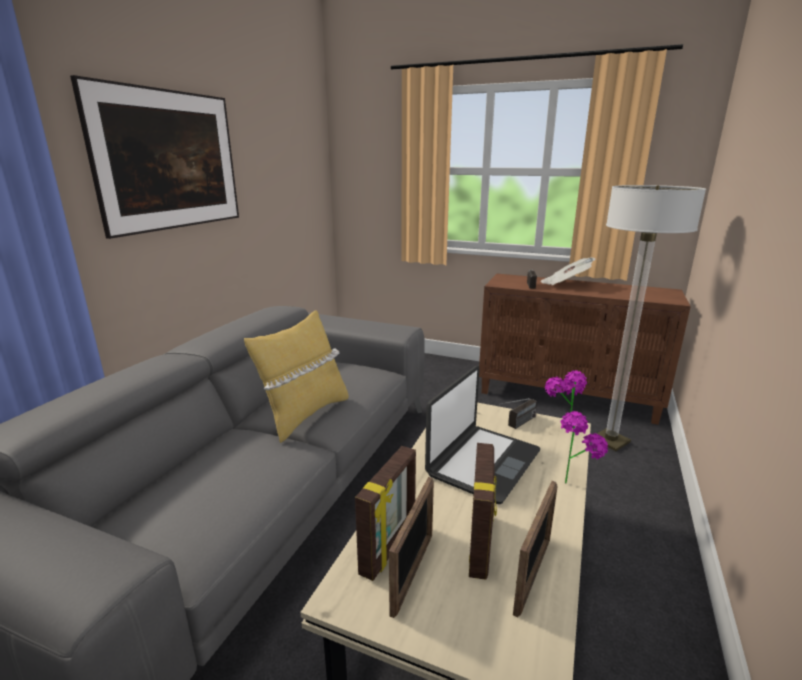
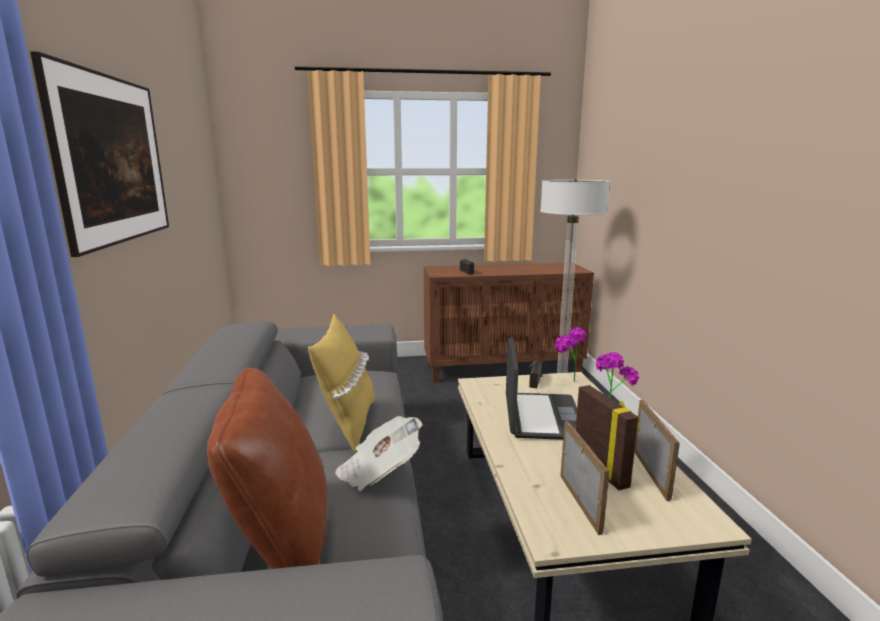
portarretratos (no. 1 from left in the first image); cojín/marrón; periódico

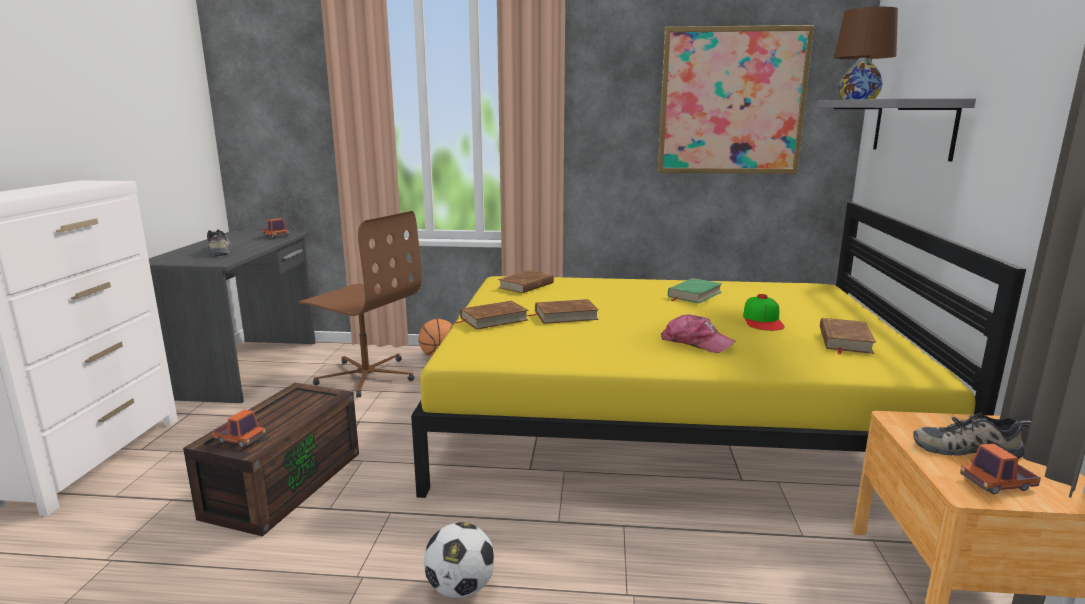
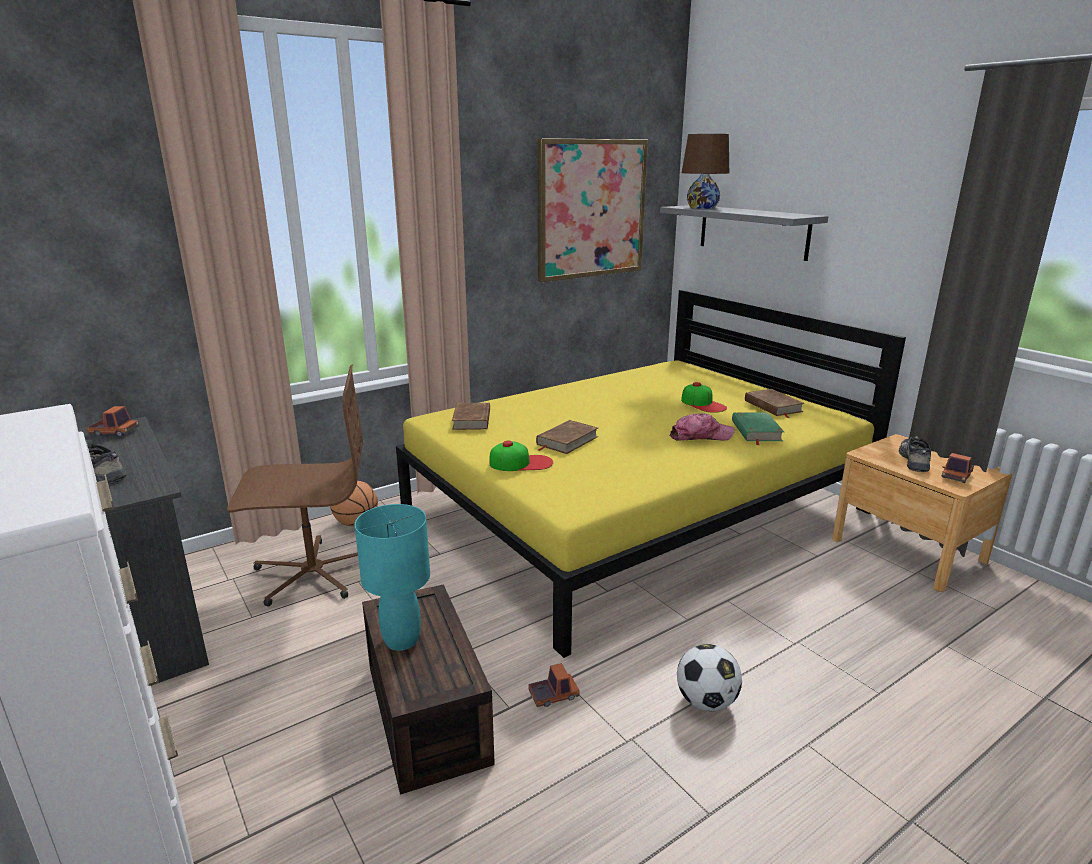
lámpara de mesa/turquesa; camión de juguete (no. 2 from left); libro/verde; gorra (no. 1 from left); zapato (no. 2 from left)

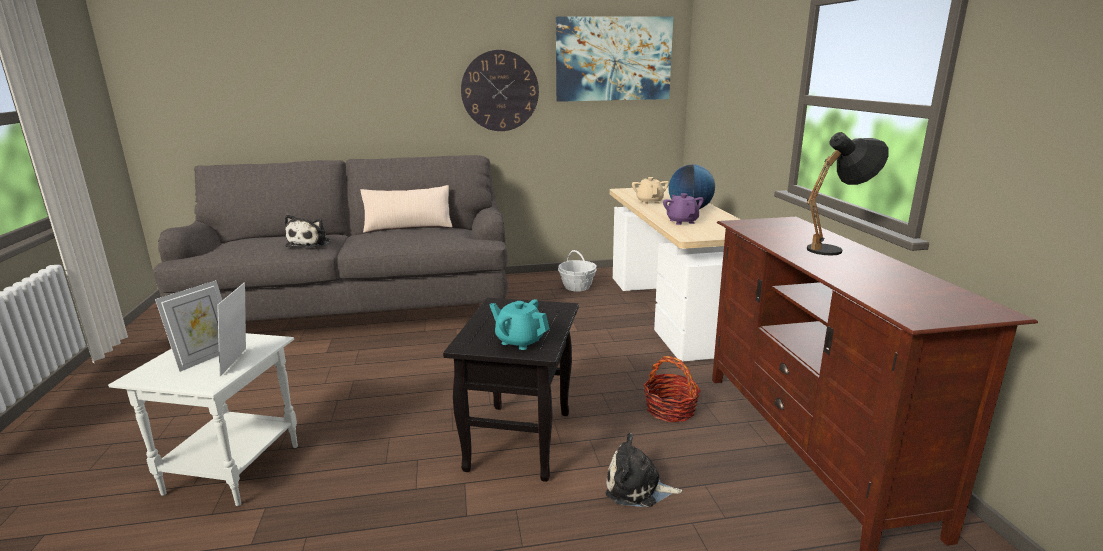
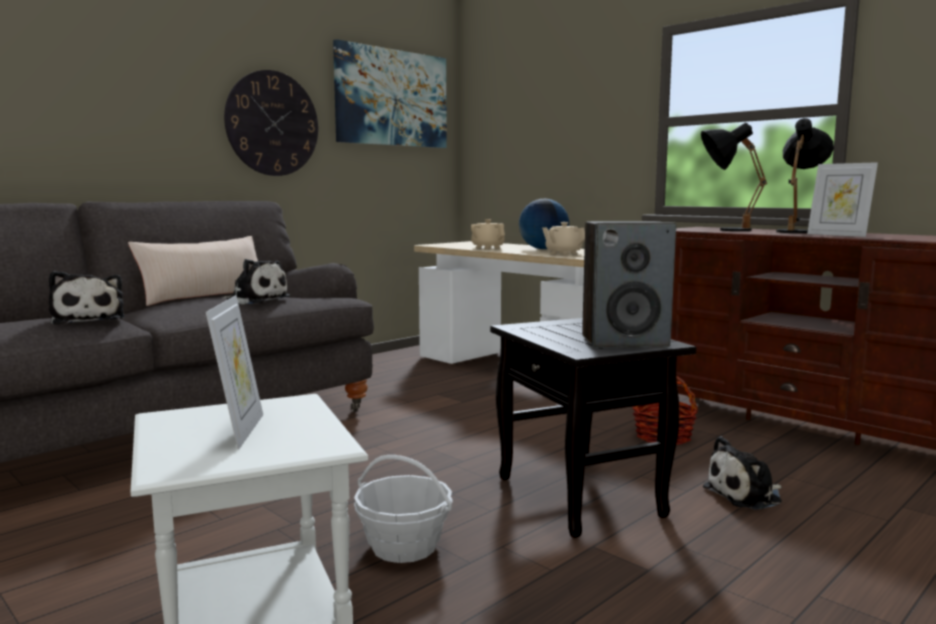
peluche (no. 2 from left); lámpara de mesa/negro (no. 1 from left); portarretratos (no. 2 from left); cesta (no. 1 from left); altavoz; tetera/beis (no. 2 from left)

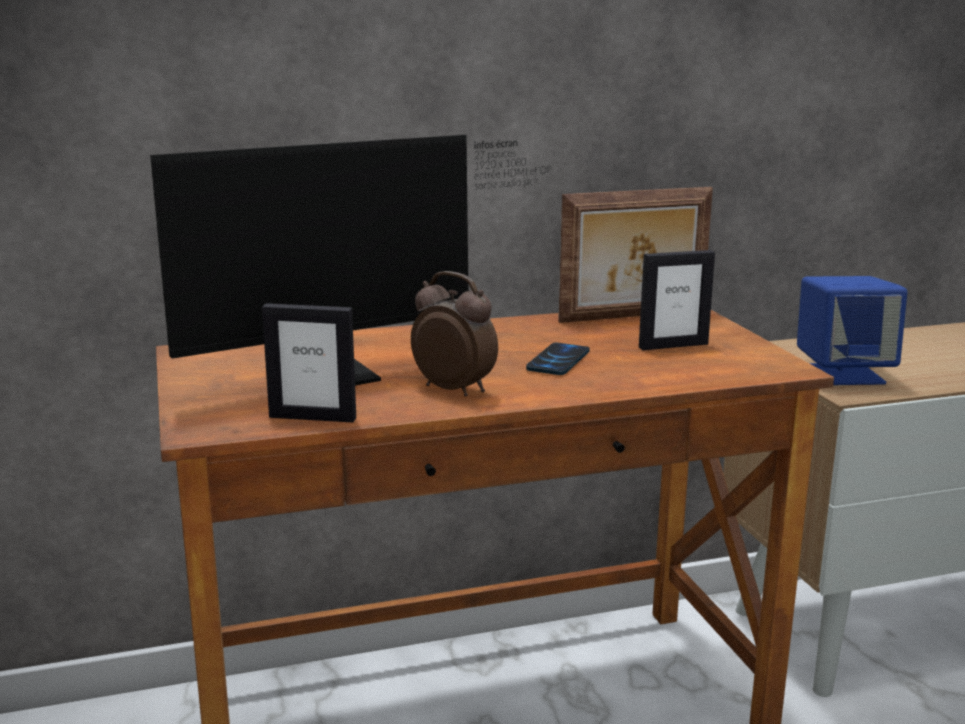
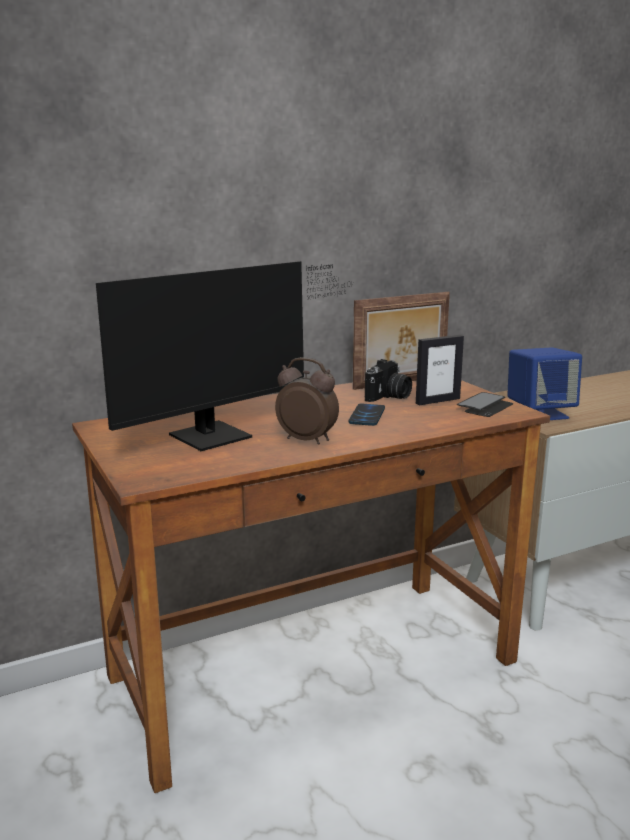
portarretratos (no. 1 from left in the first image); cámara; móvil (no. 2 from left)

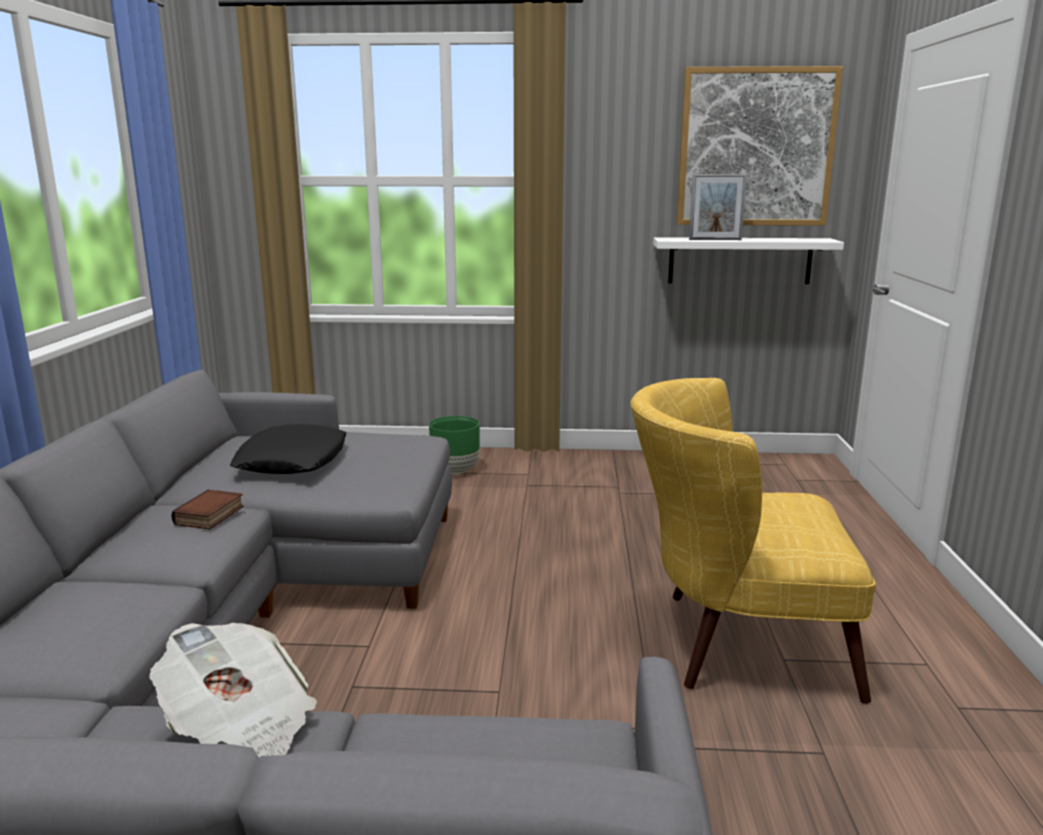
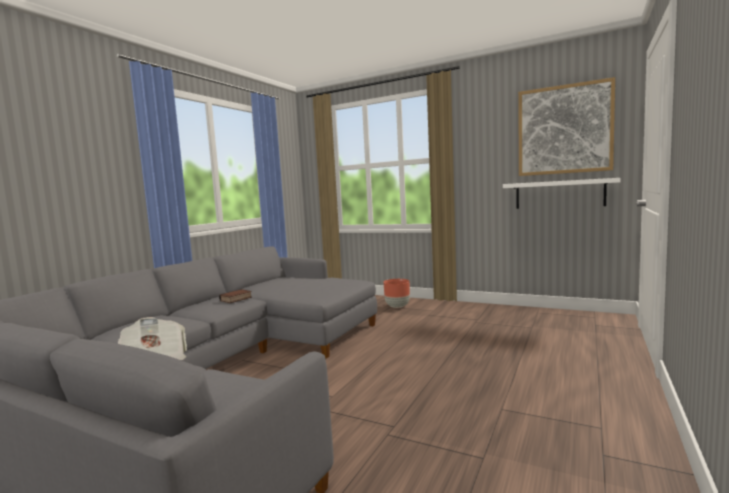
cojín/negro; sillón/amarillo; portarretratos; maceta/marrón

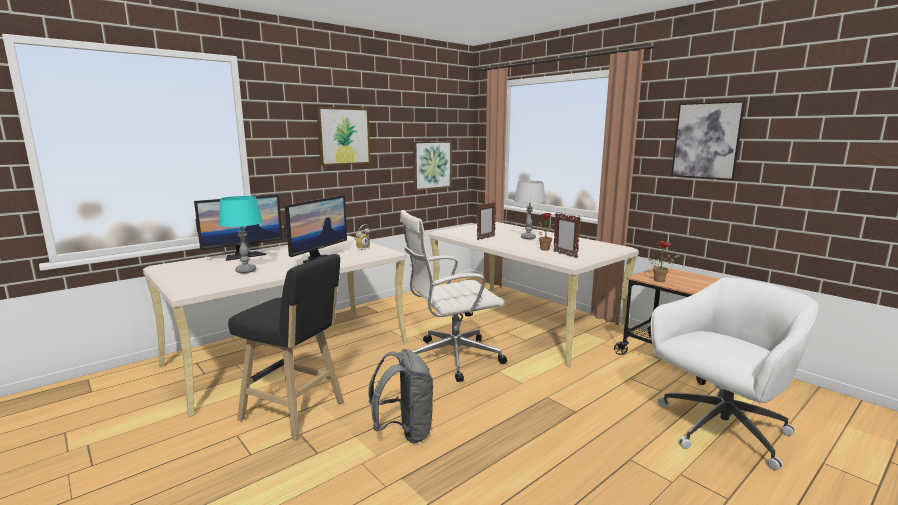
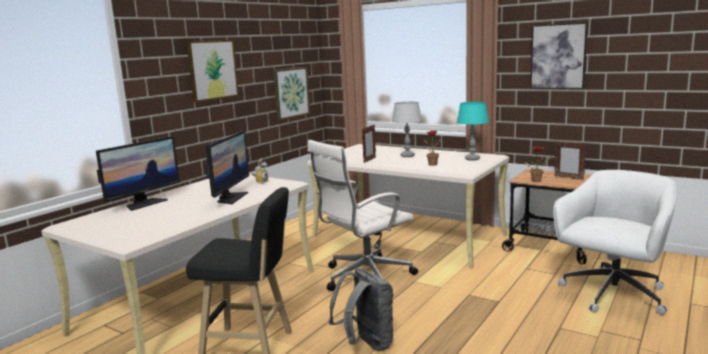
lámpara de mesa/turquesa; portarretratos (no. 2 from left)

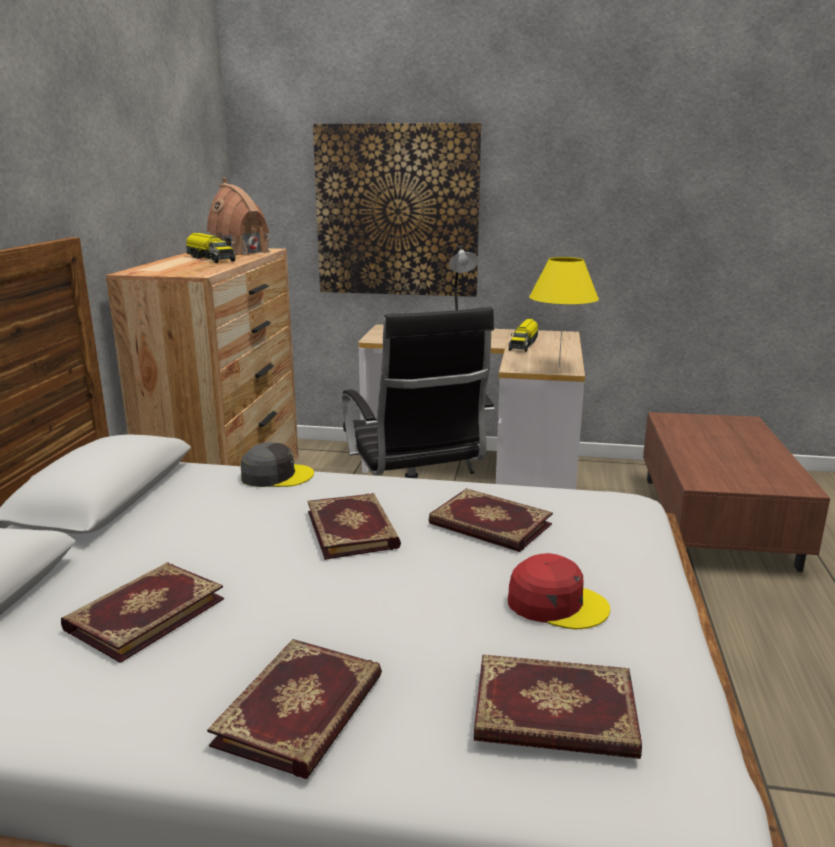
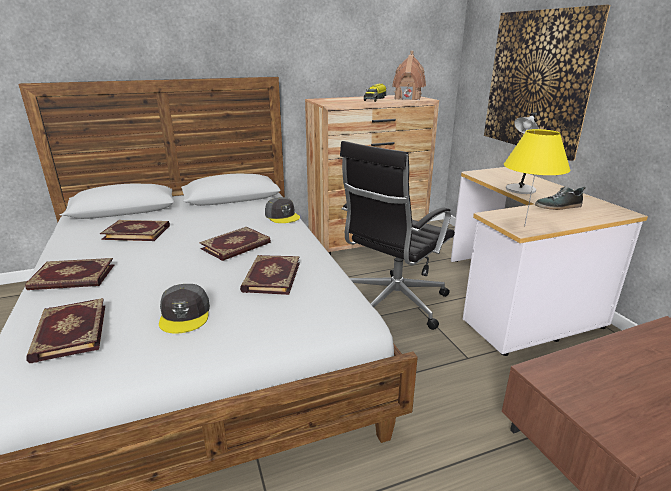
zapato; gorra/gris (no. 1 from left)

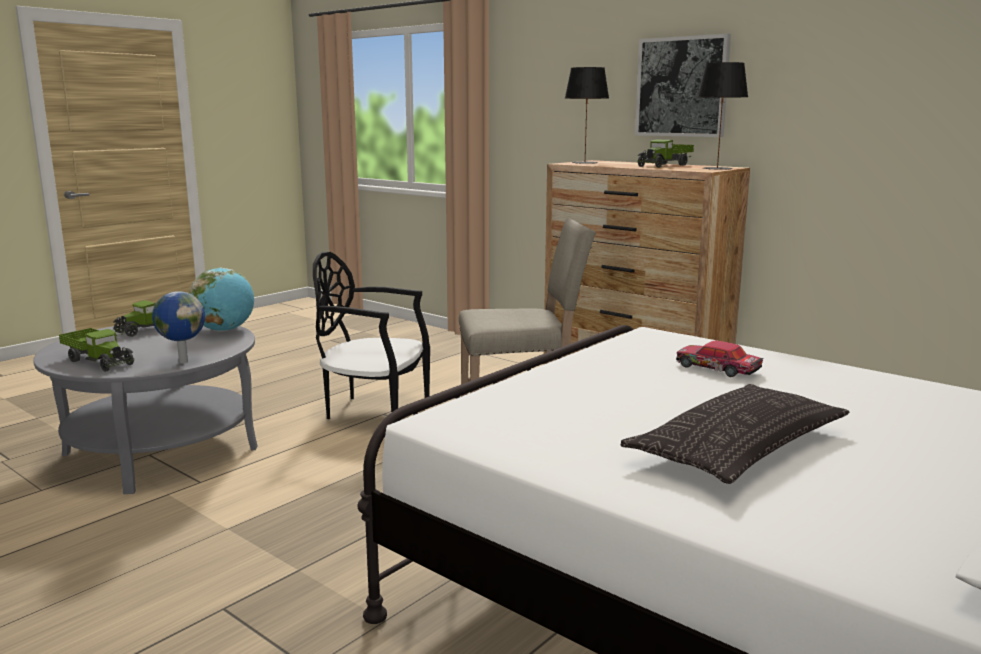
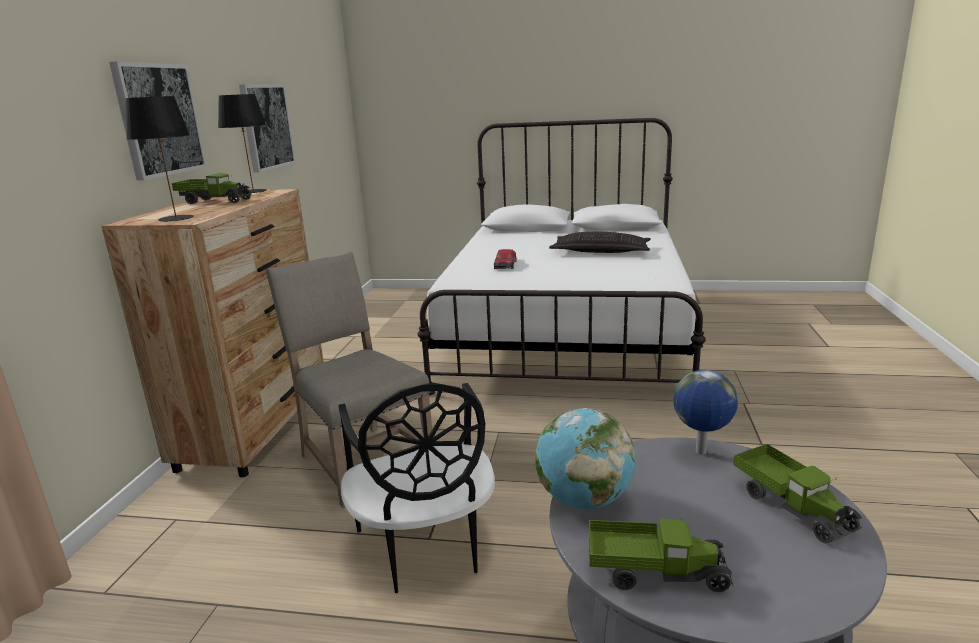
cuadro (no. 2 from left); camión de juguete (no. 3 from left)

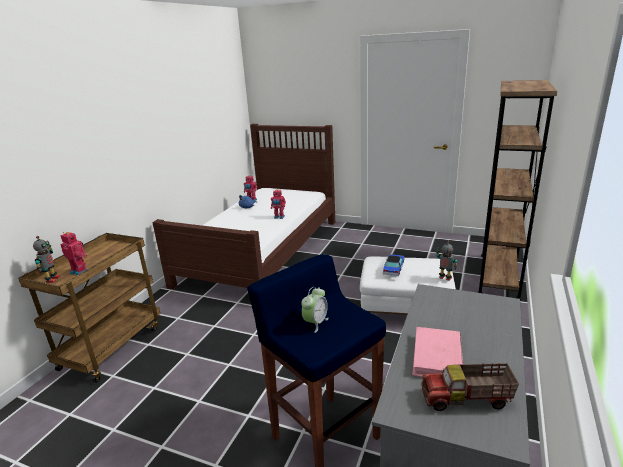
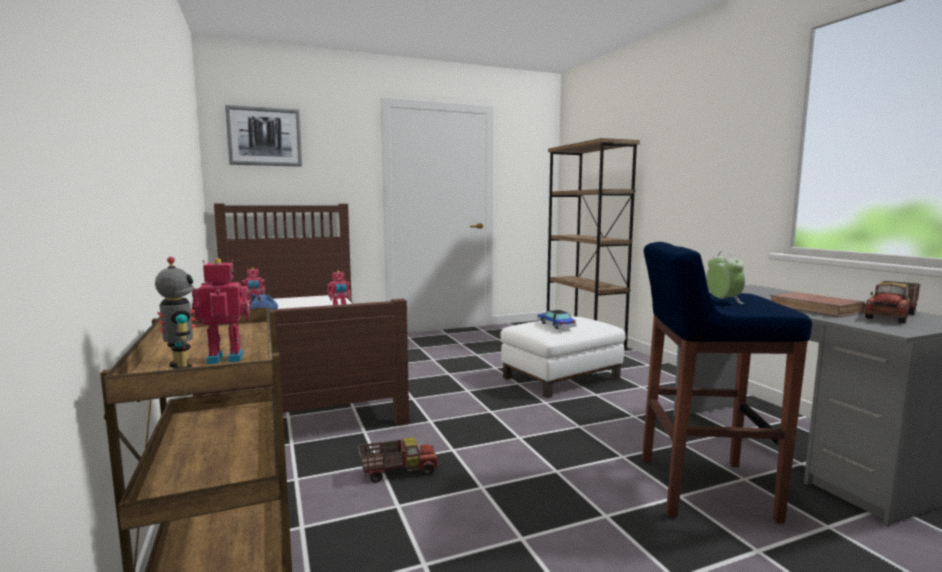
robot de juguete (no. 5 from left in the first image); cuadro; camión de juguete (no. 1 from left); libro/marrón

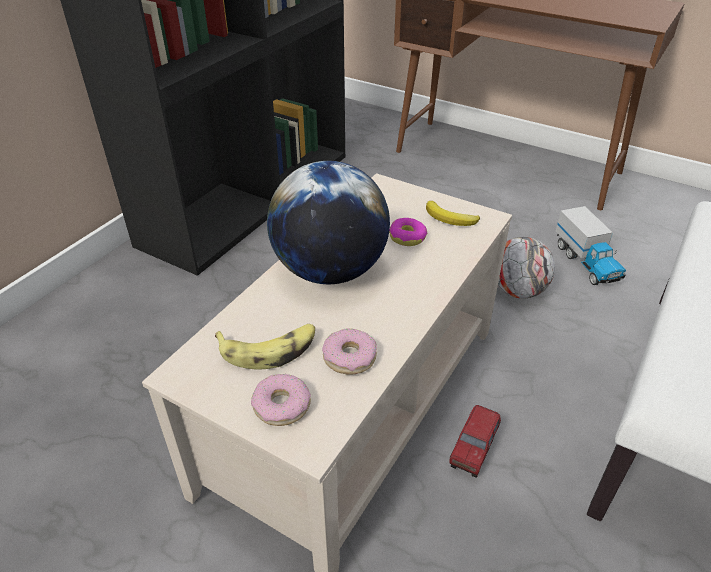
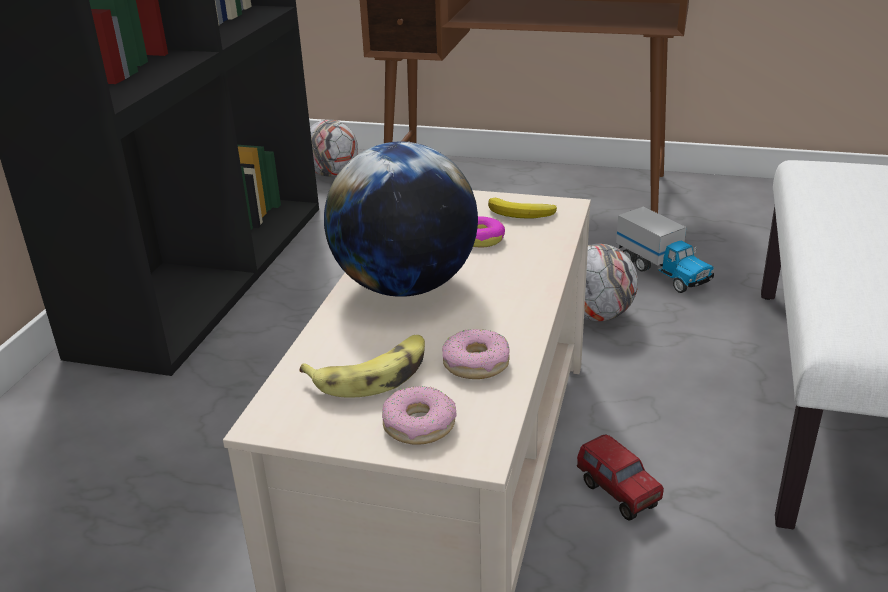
balón de fútbol (no. 1 from left); camión de juguete (no. 1 from left)

